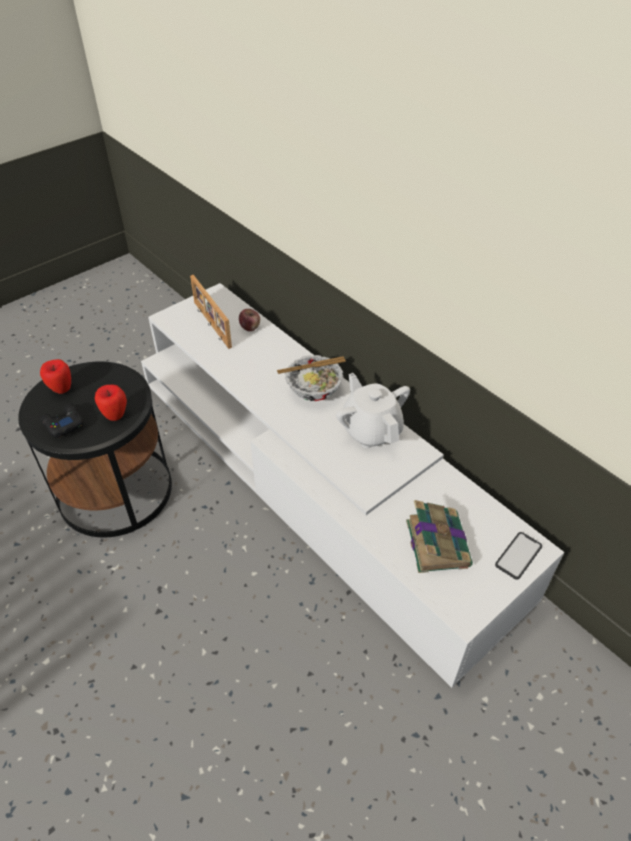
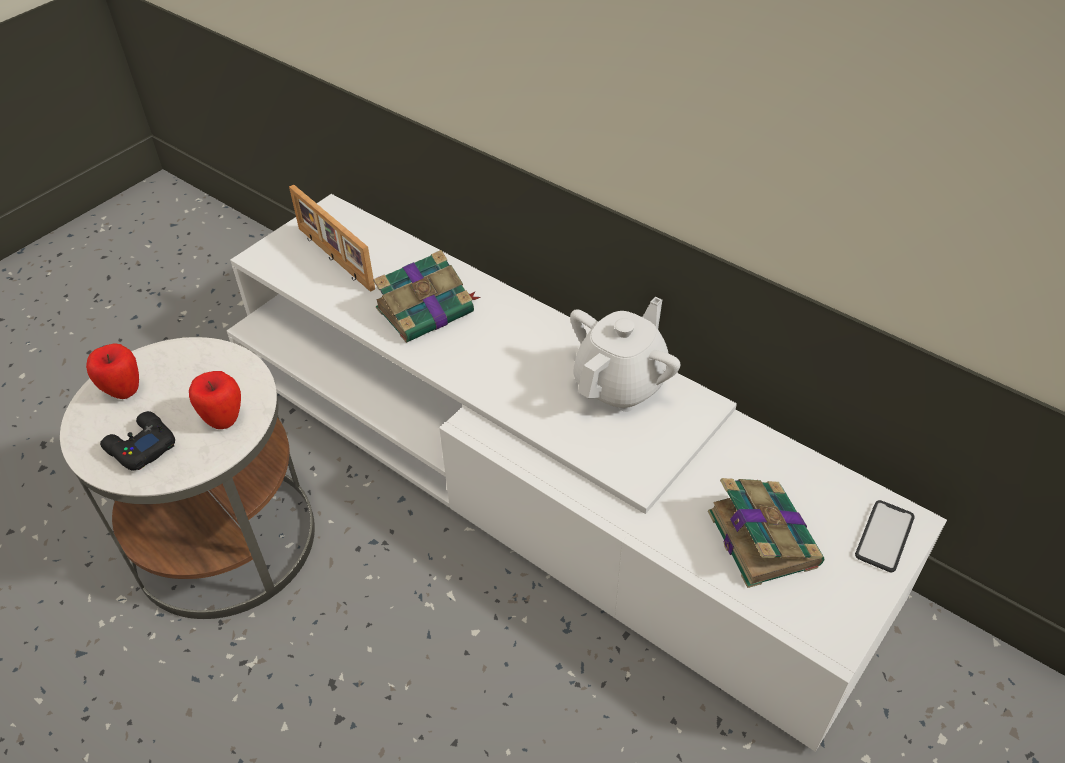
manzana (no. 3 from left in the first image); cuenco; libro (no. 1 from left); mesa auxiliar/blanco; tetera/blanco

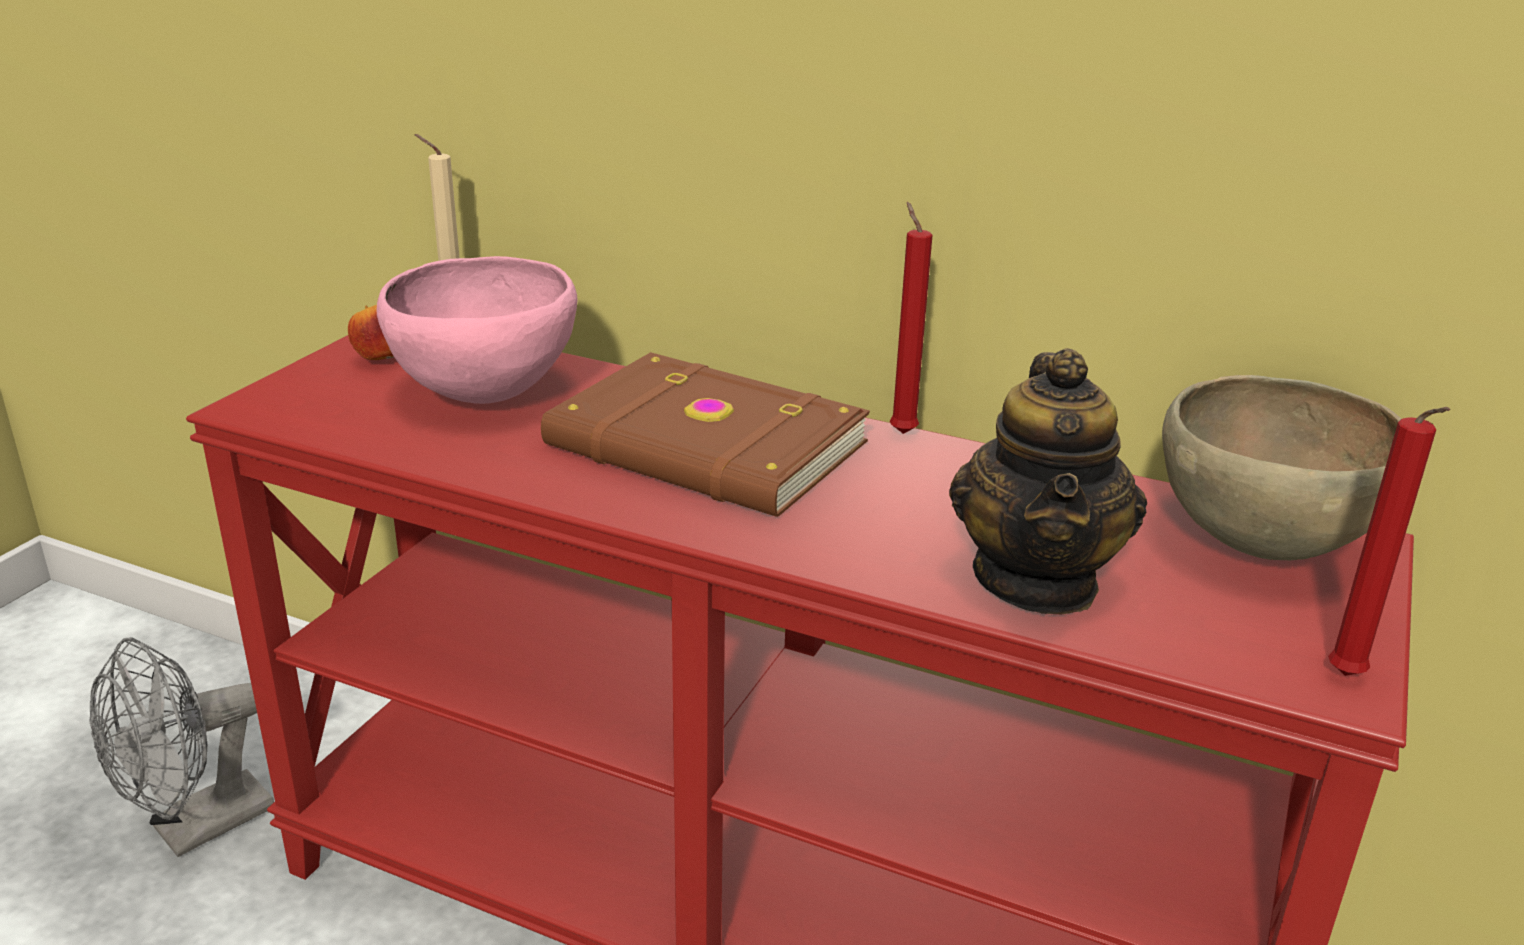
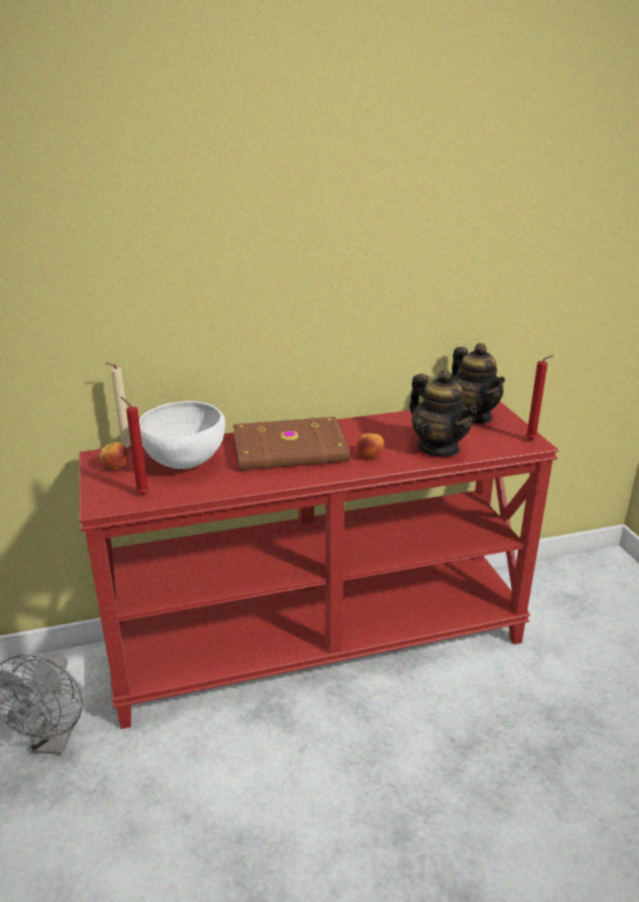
manzana (no. 2 from left); vela/rojo (no. 1 from left); tetera (no. 2 from left); cuenco/blanco

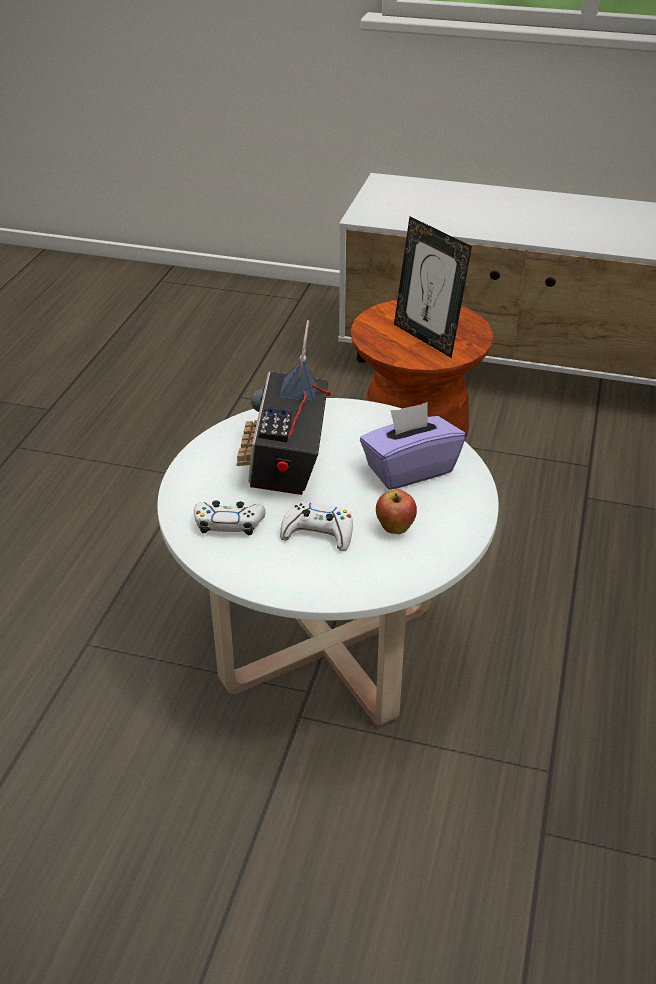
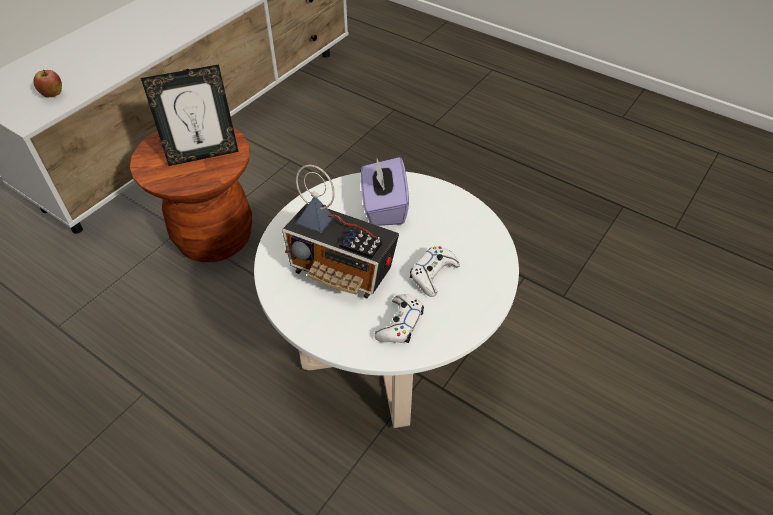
manzana

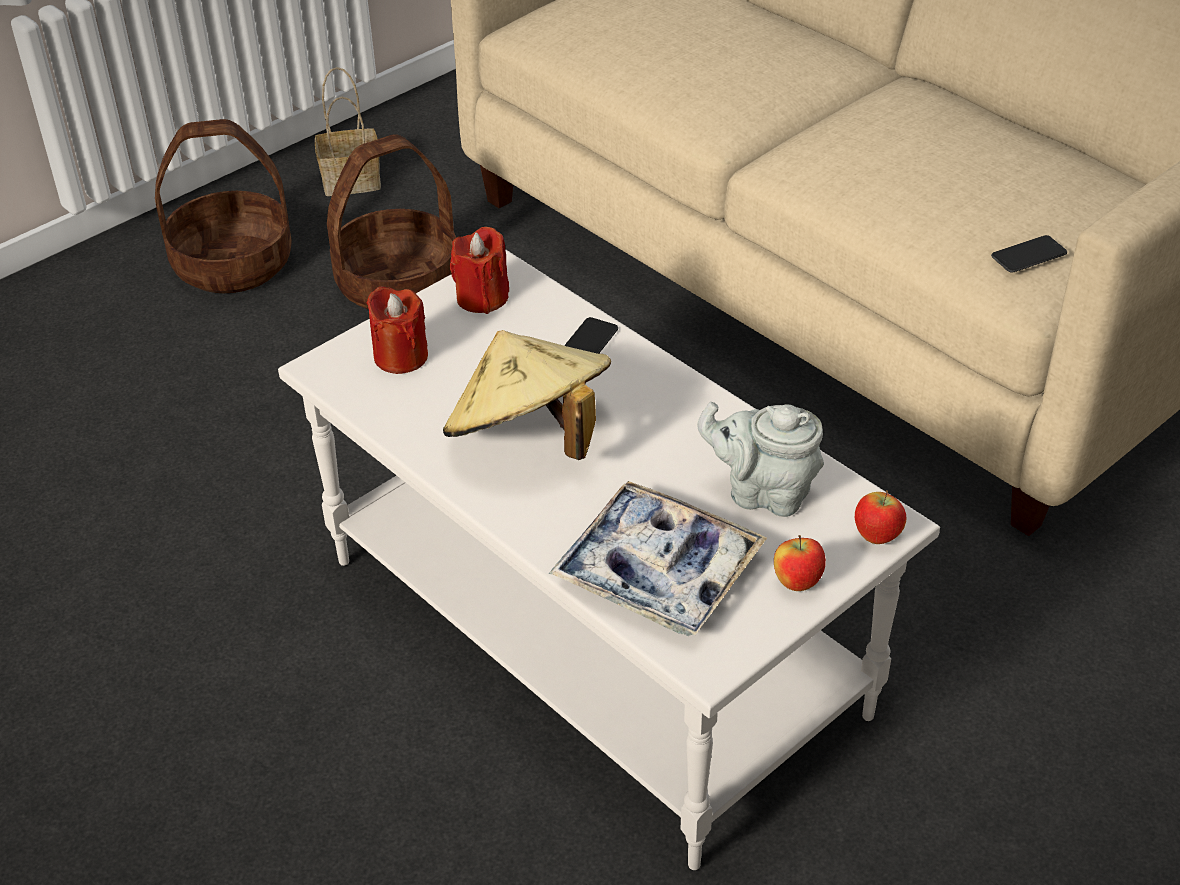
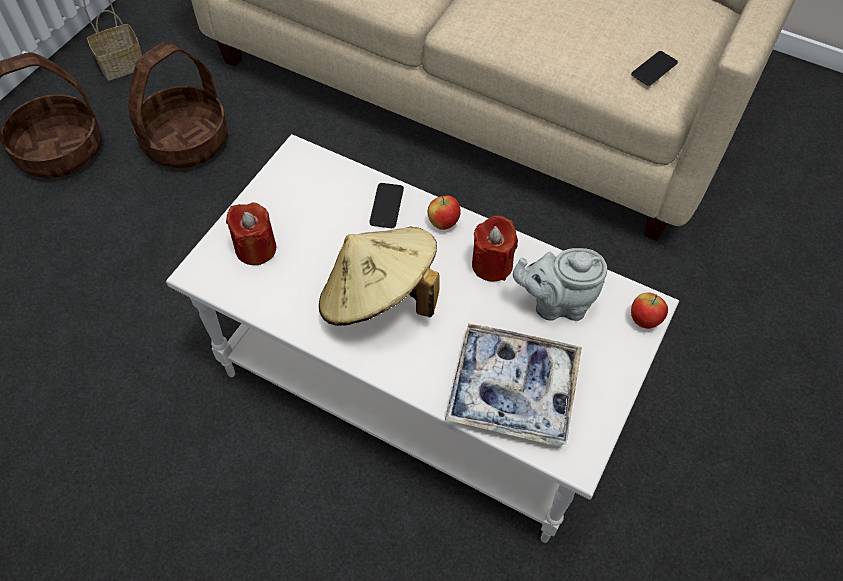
vela/rojo (no. 2 from left); manzana (no. 1 from left)

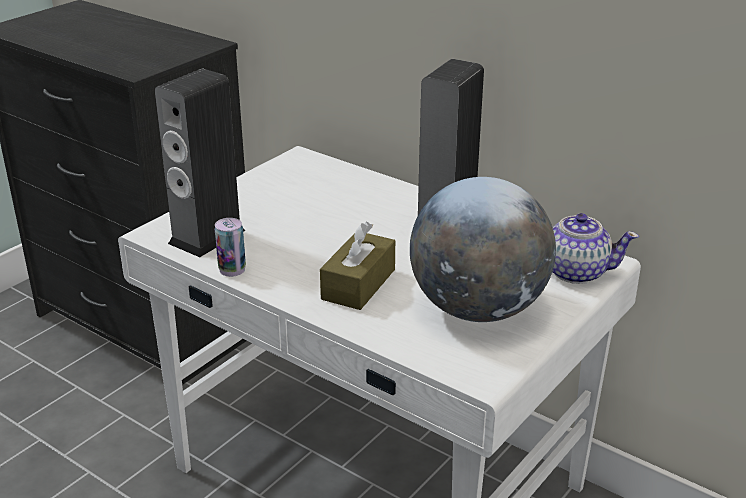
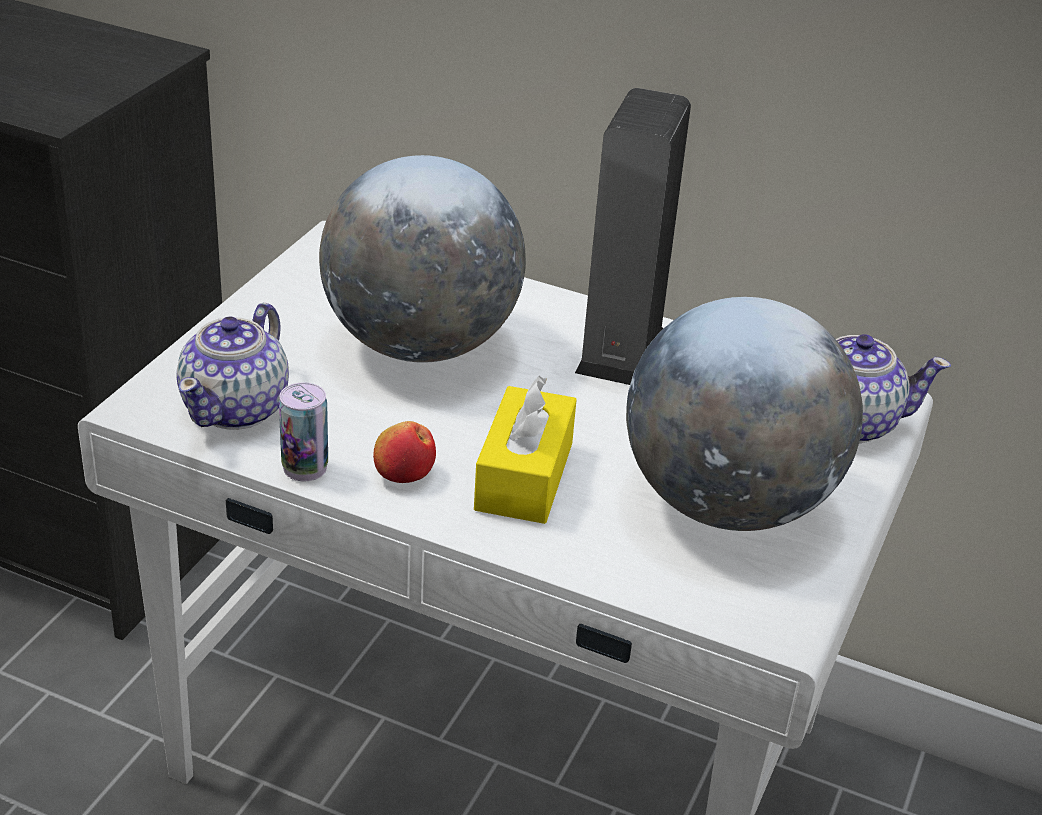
globo terráqueo (no. 1 from left); manzana; tetera (no. 1 from left); caja de pañuelos/amarillo

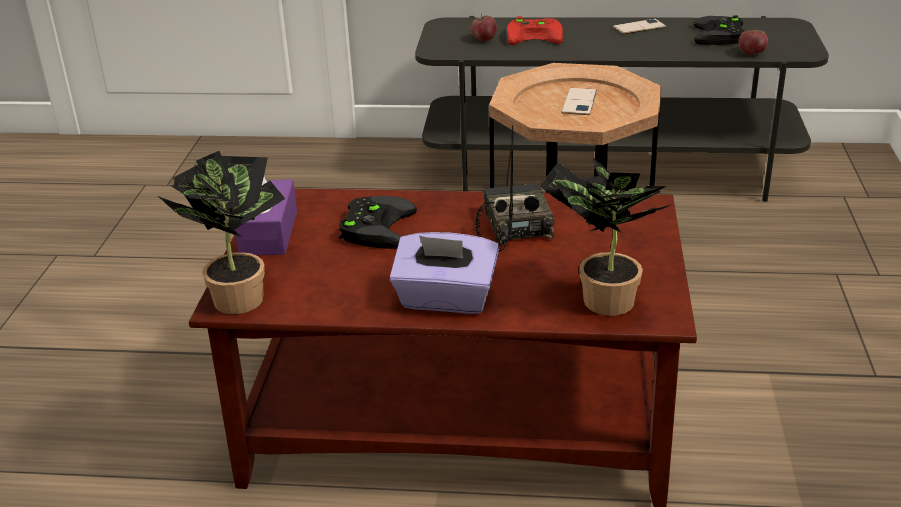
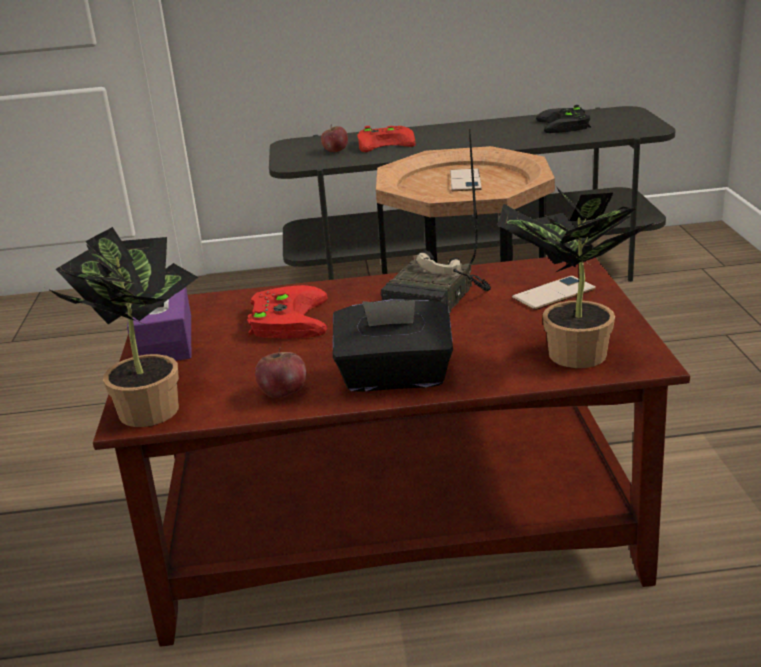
móvil (no. 2 from left); manzana (no. 1 from left); mando de consola/rojo (no. 1 from left); caja de pañuelos/negro; radio

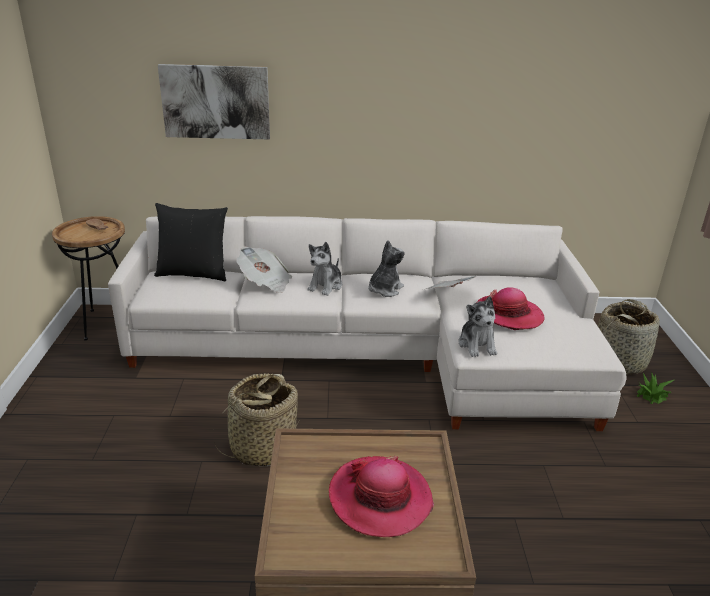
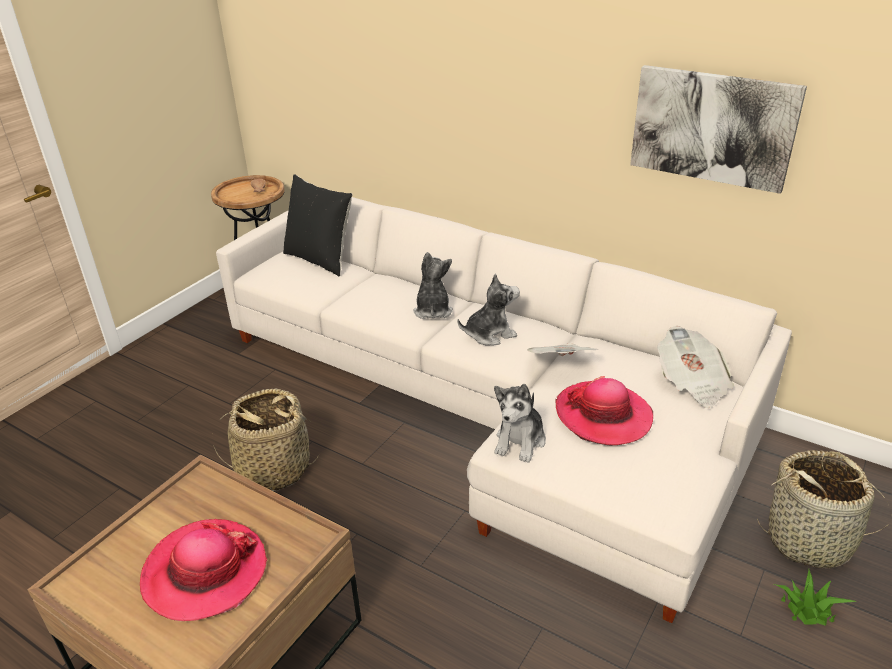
cuadro; periódico (no. 2 from left); peluche (no. 1 from left)

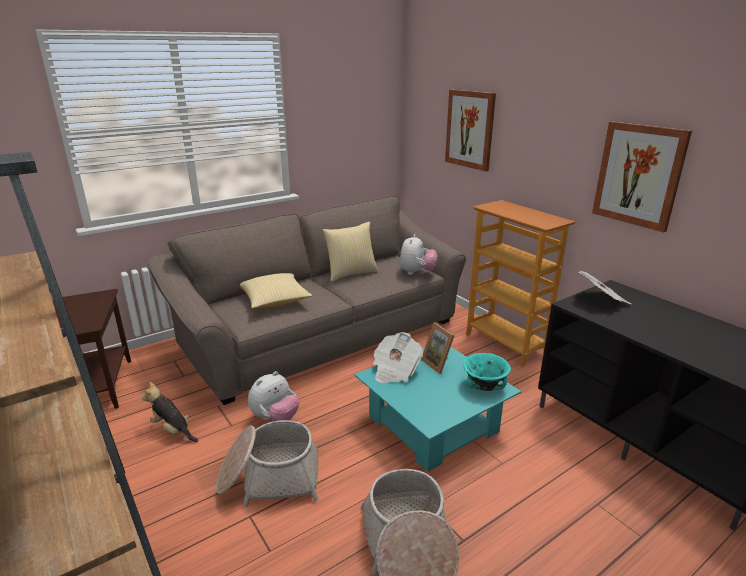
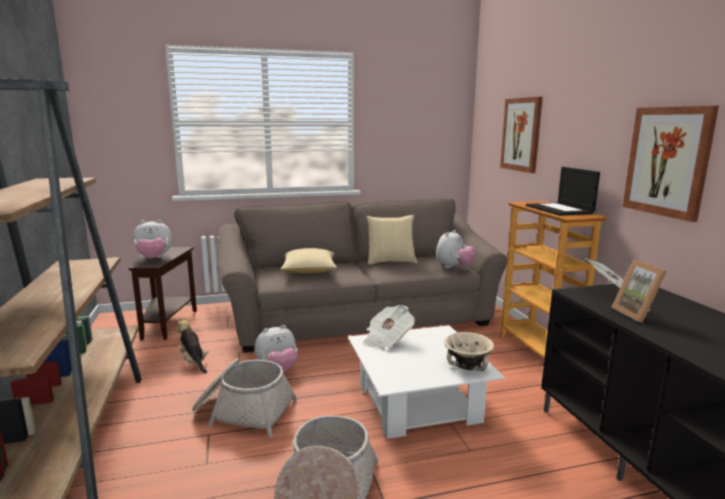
peluche (no. 1 from left); portátil; portarretratos; mesa de centro/blanco; cuenco/beis

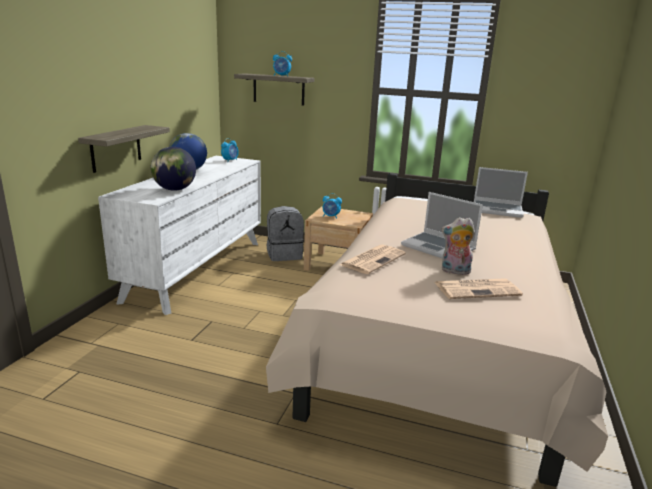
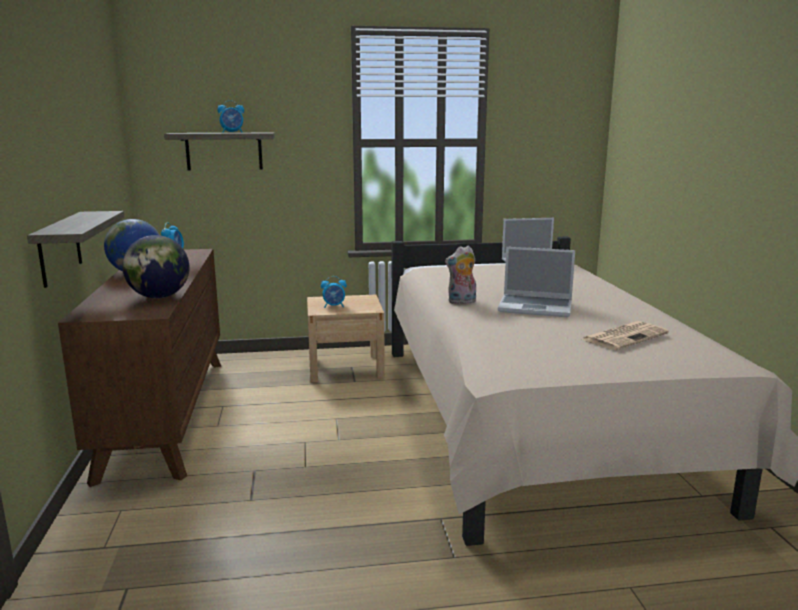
mochila/gris; periódico (no. 1 from left in the first image); peluche; cómoda/marrón

